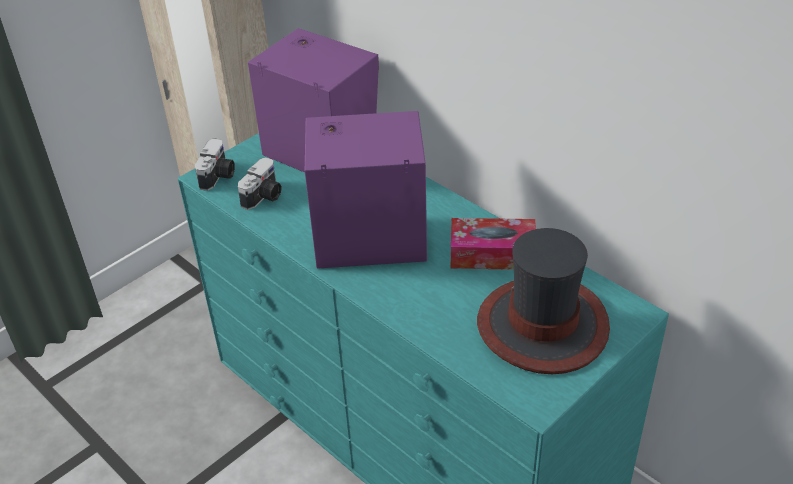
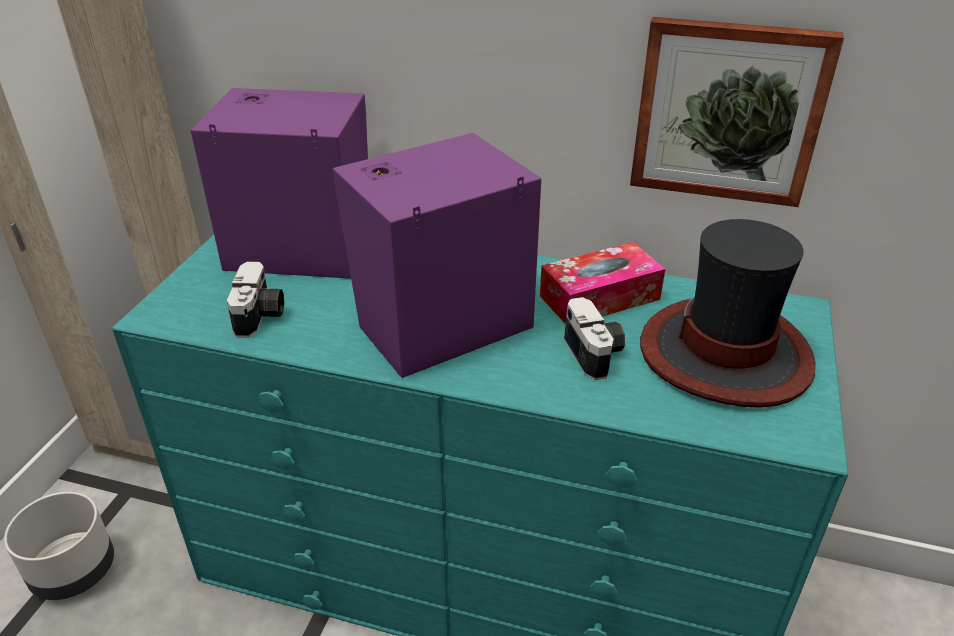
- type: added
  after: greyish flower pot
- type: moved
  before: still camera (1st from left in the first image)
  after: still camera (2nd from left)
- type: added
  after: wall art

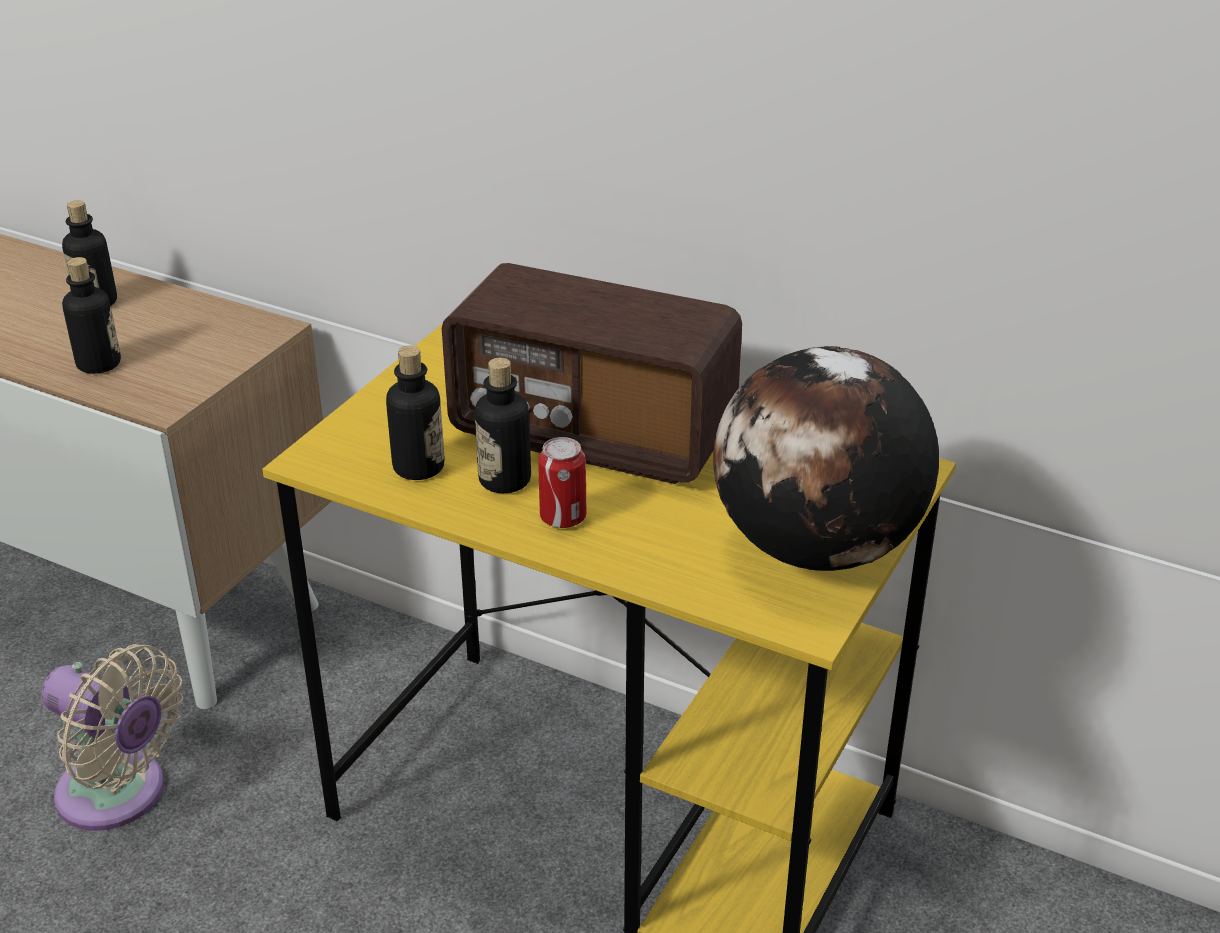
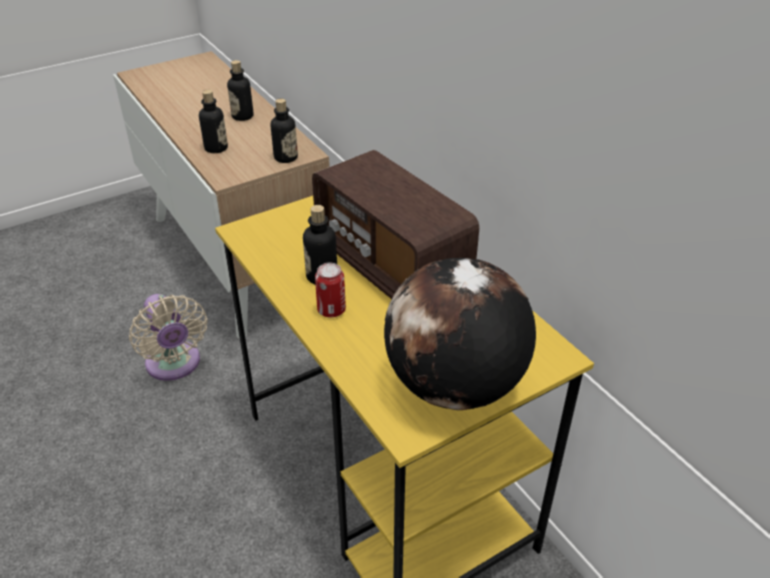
- type: moved
  before: beverage bottle (3rd from left)

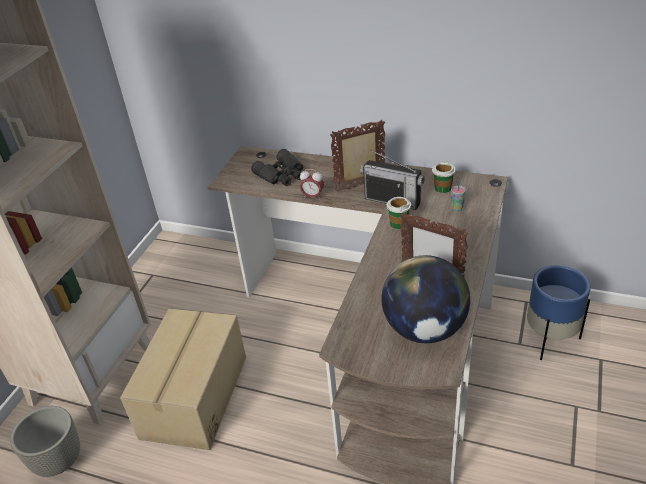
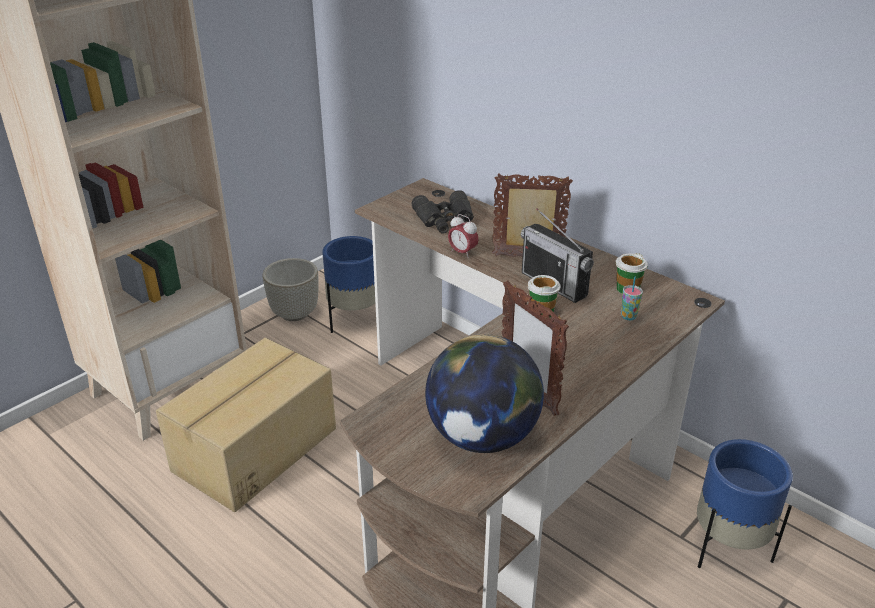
- type: moved
  before: greyish flower pot
- type: added
  after: bluish flower pot (1st from left)

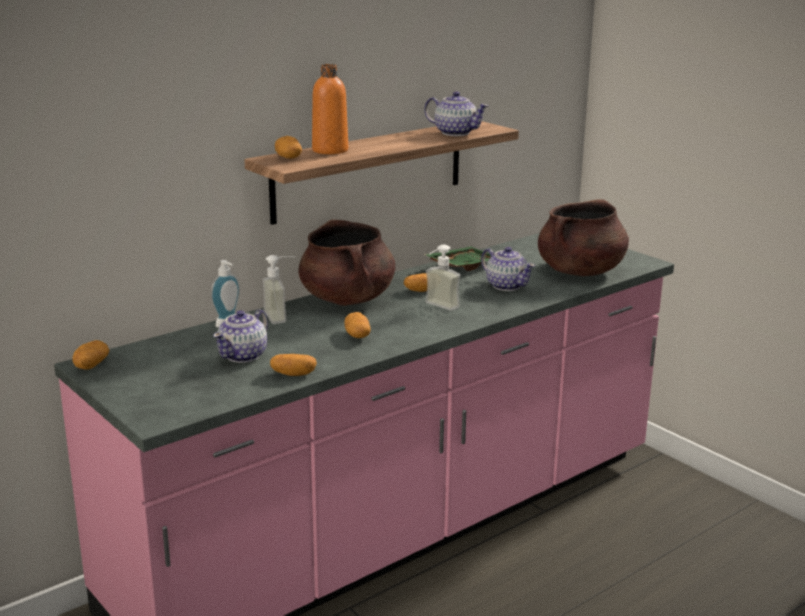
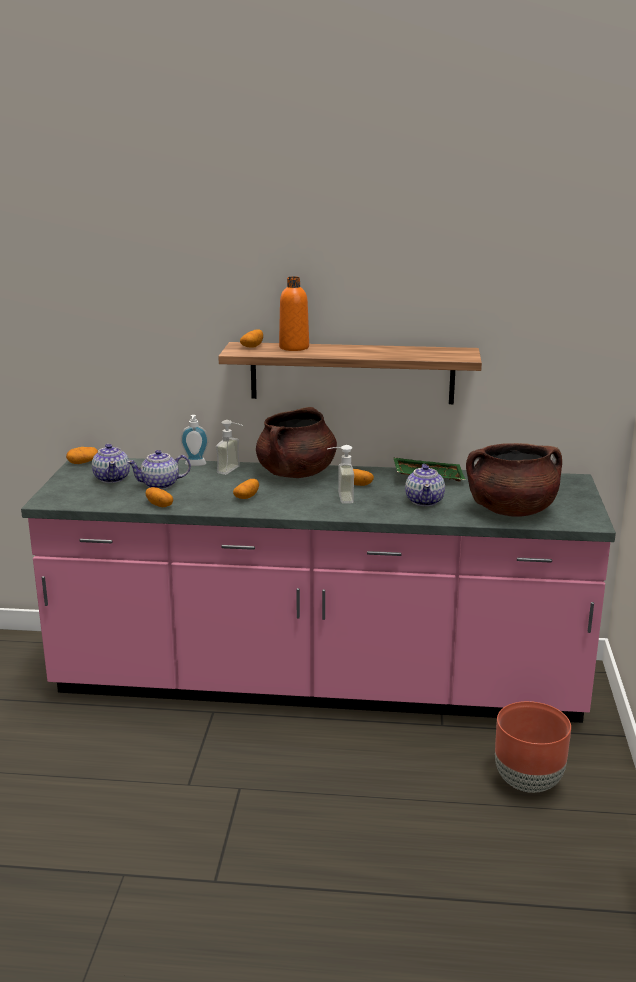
- type: moved
  before: pot for tea (2nd from left in the first image)
  after: pot for tea (1st from left)
- type: added
  after: brown-coloured flower pot

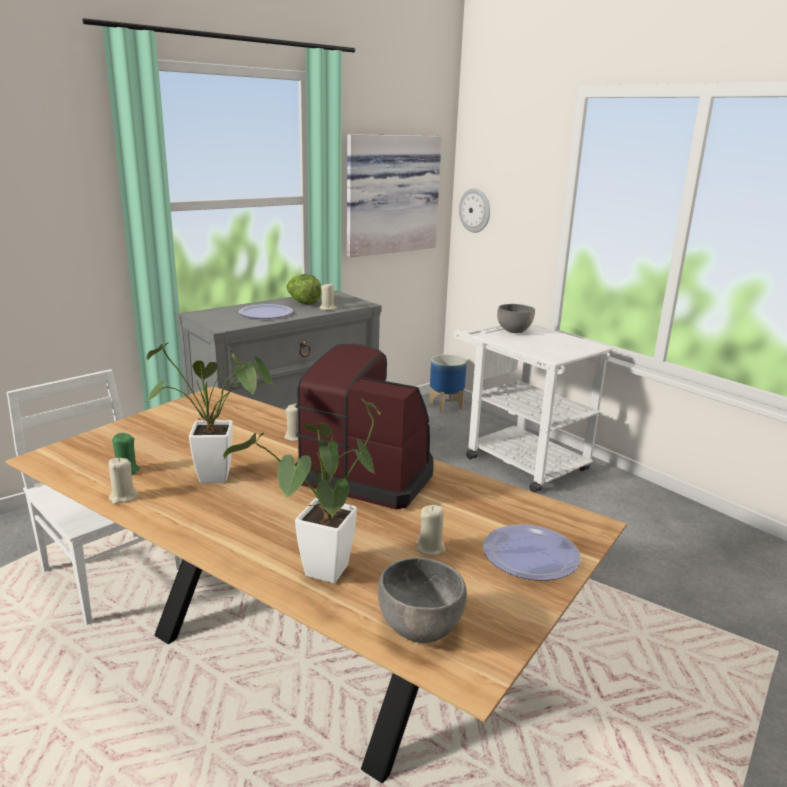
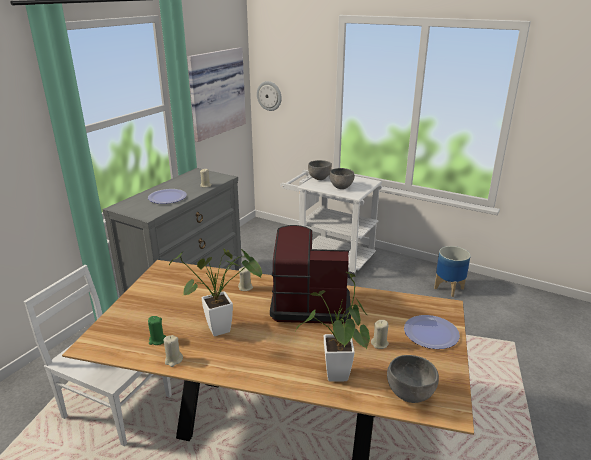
- type: added
  after: greyish serving bowl (2nd from left)
- type: moved
  before: flower pot
- type: removed
  before: head of lettuce

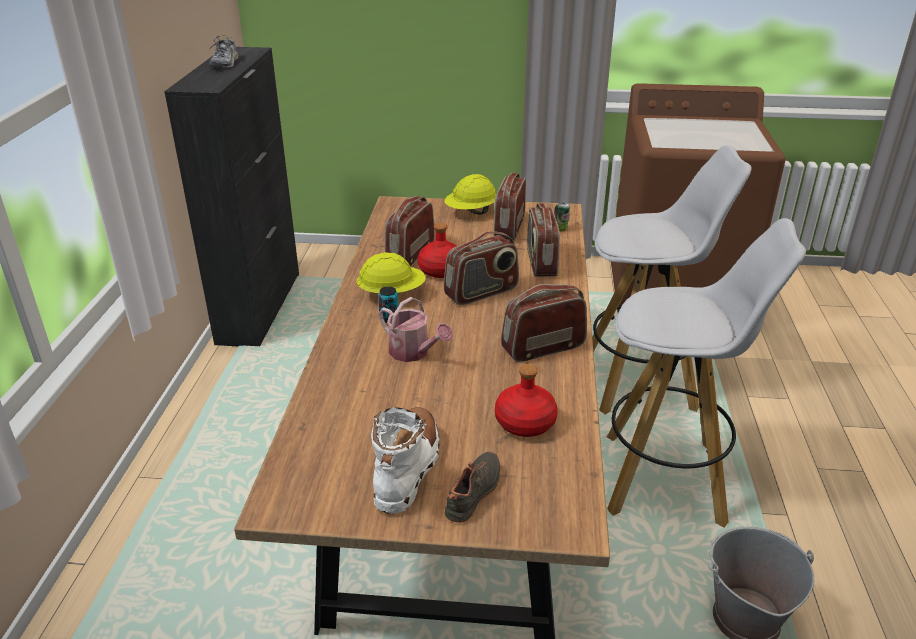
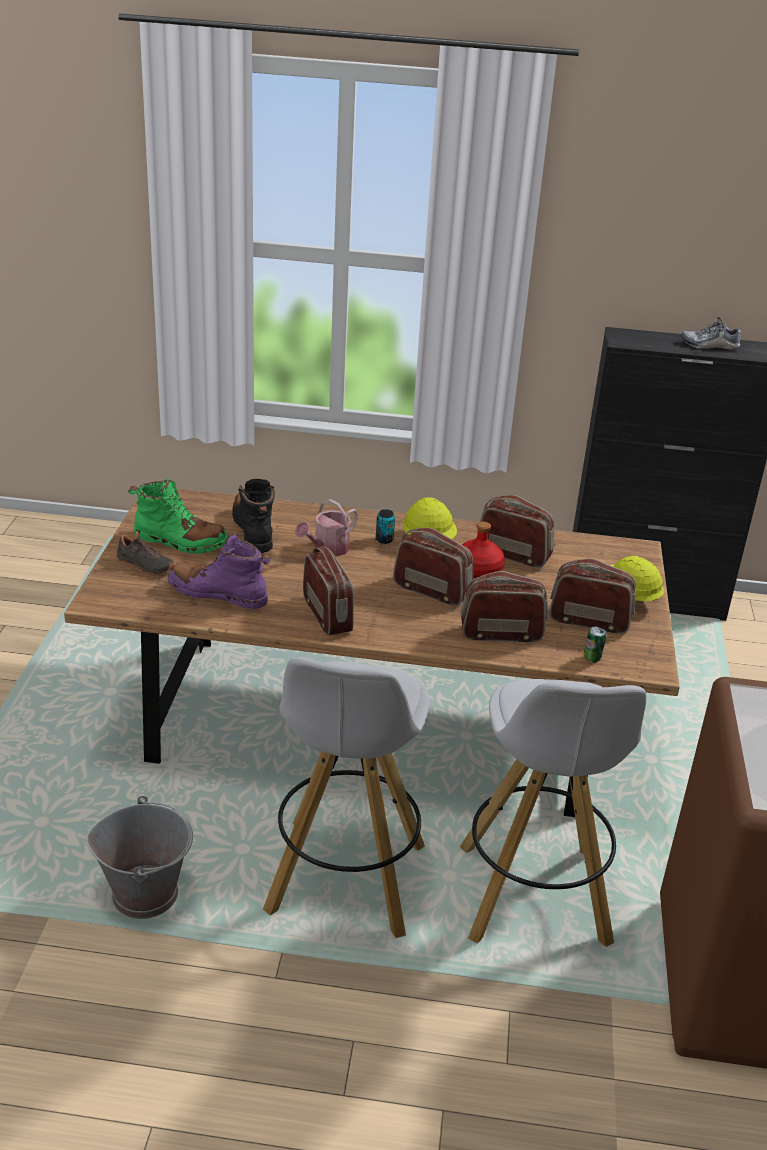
- type: recoloured
  before: whitish high-top boot
  after: green high-top boot
- type: replaced
  before: red-coloured beverage bottle (2nd from left)
  after: purple high-top boot
- type: added
  after: black-coloured high-top boot
- type: turned
  before: radio (2nd from left)
  turn: 150

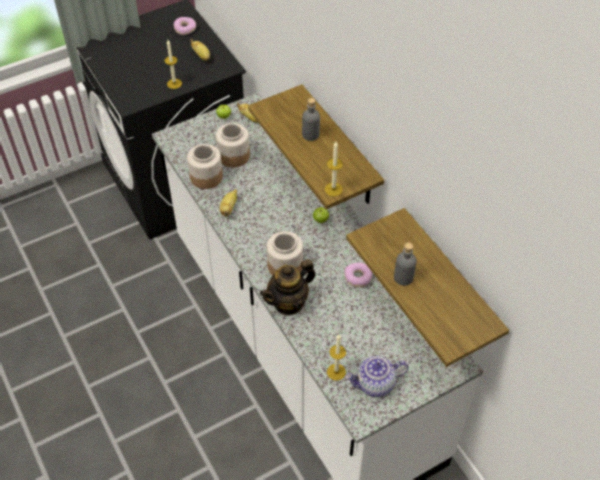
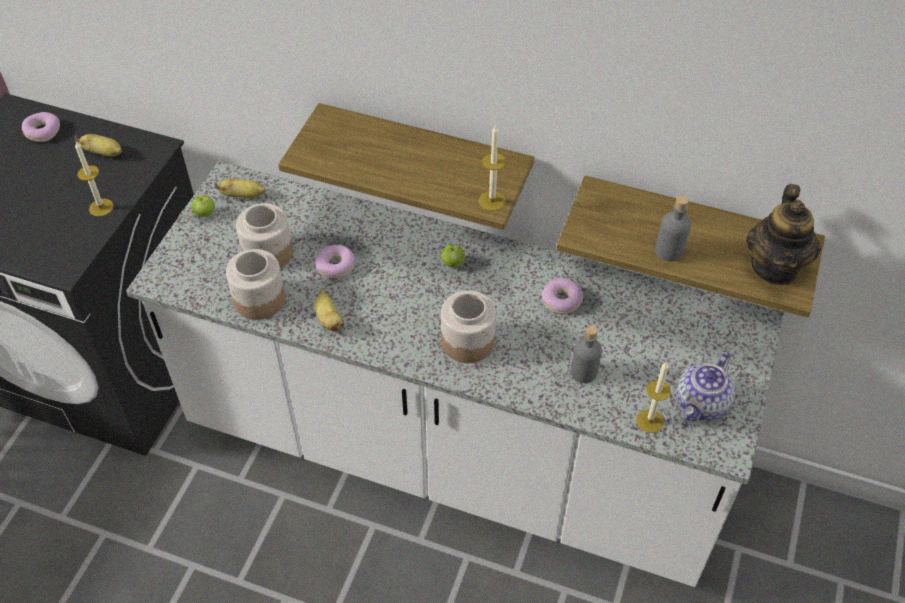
- type: added
  after: doughnut (2nd from left)
- type: moved
  before: greyish beverage bottle (1st from left)
- type: moved
  before: pot for tea (1st from left in the first image)
  after: pot for tea (2nd from left)

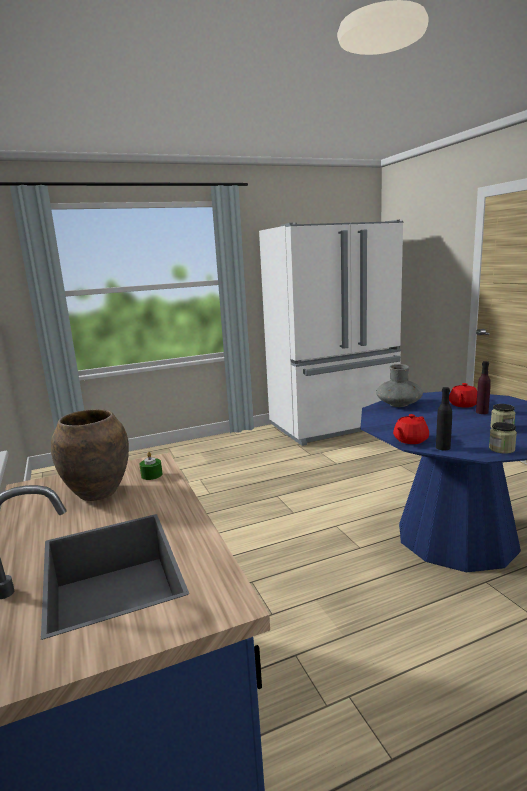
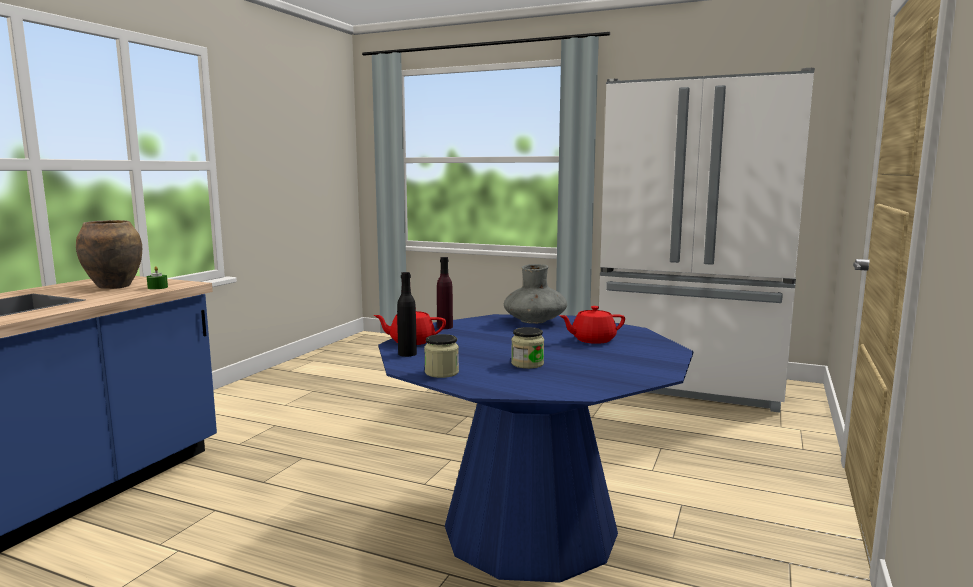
- type: moved
  before: purple beverage bottle

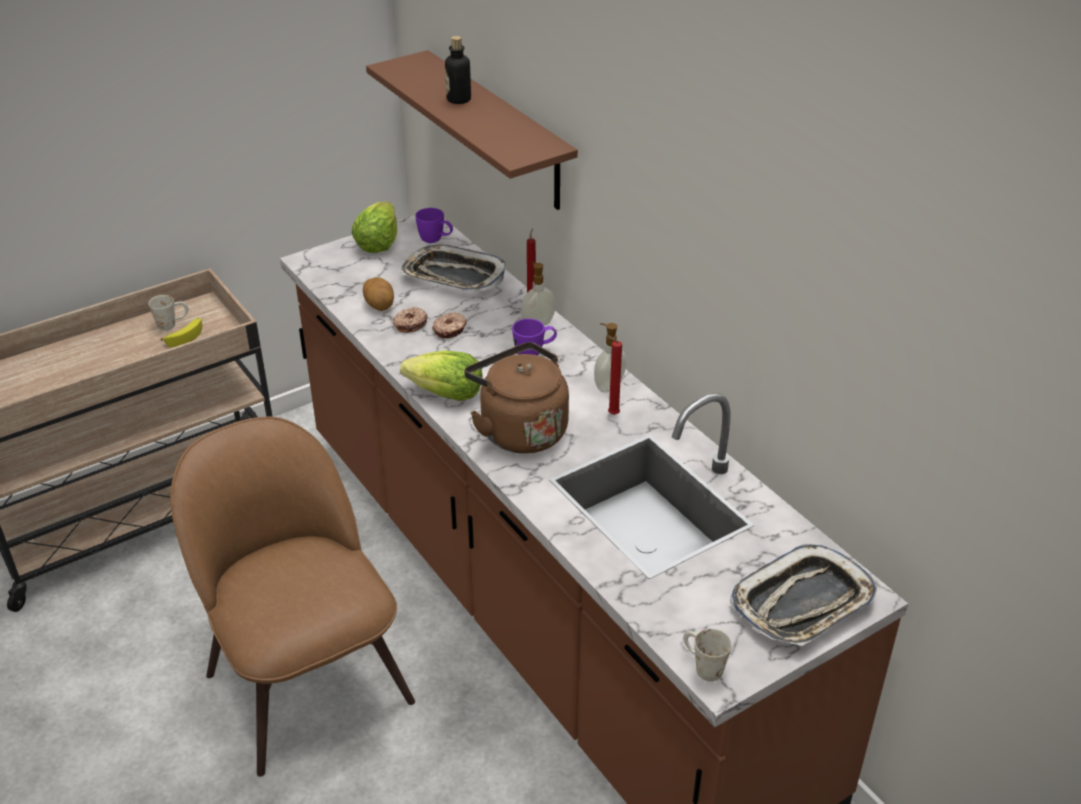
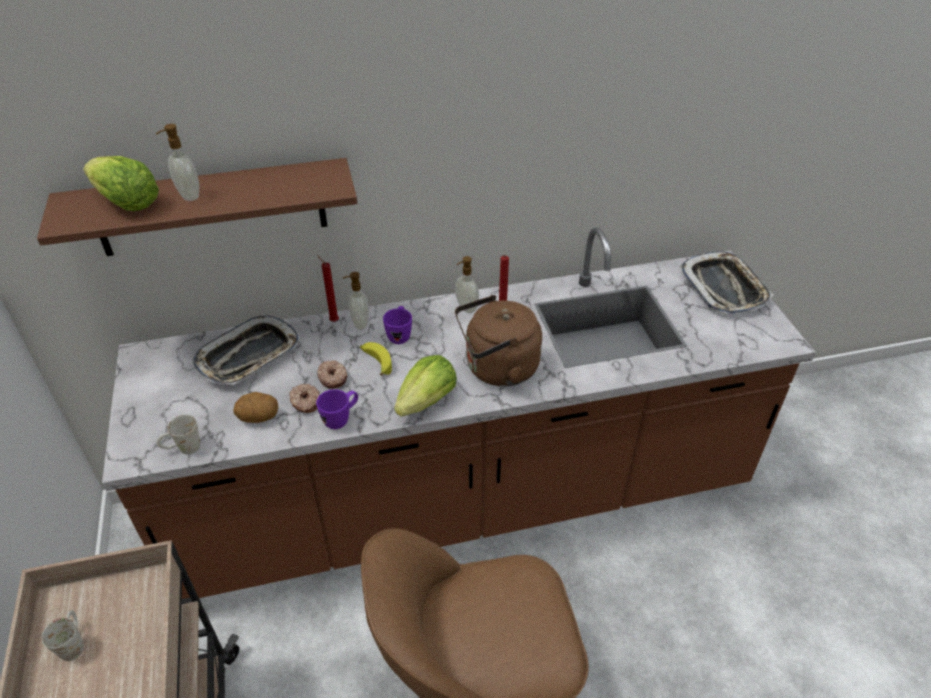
- type: moved
  before: head of lettuce (1st from left)
- type: replaced
  before: beverage bottle
  after: soap bottle (1st from left)
- type: moved
  before: whitish mug (2nd from left)
- type: moved
  before: purple mug (1st from left)
- type: moved
  before: banana fruit

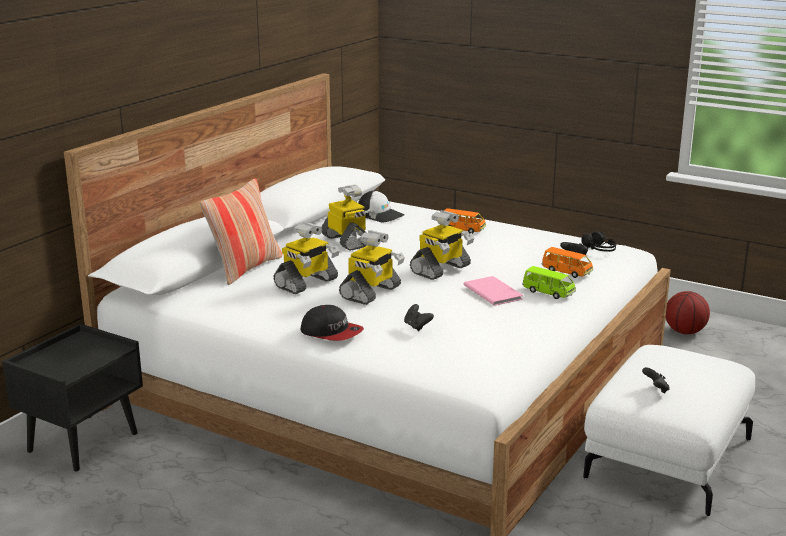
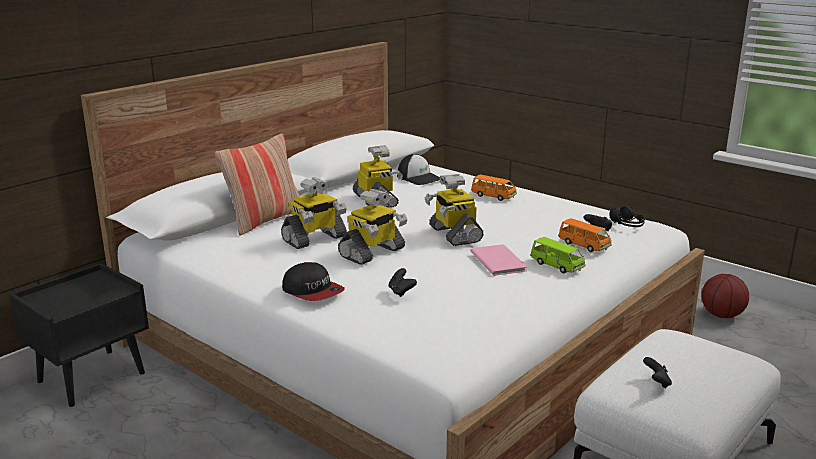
- type: turned
  before: model robot (4th from left)
  turn: 105

